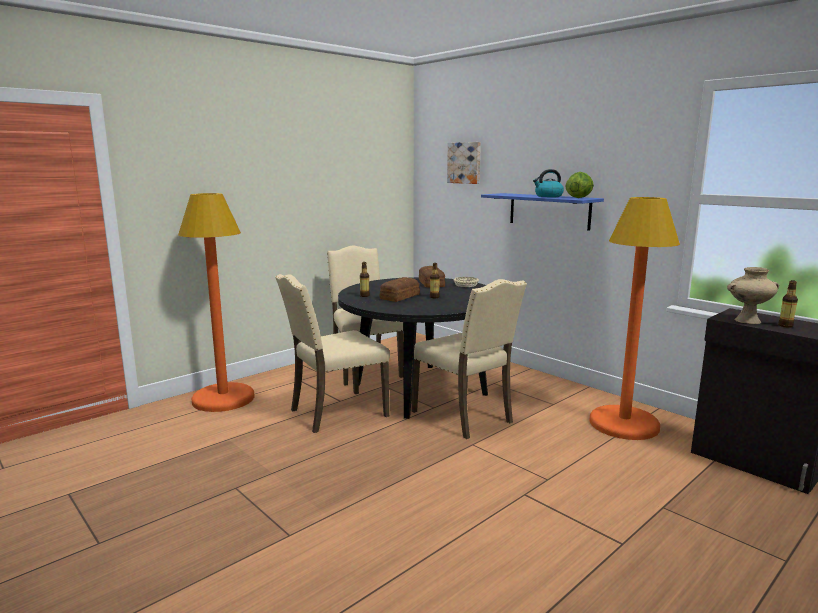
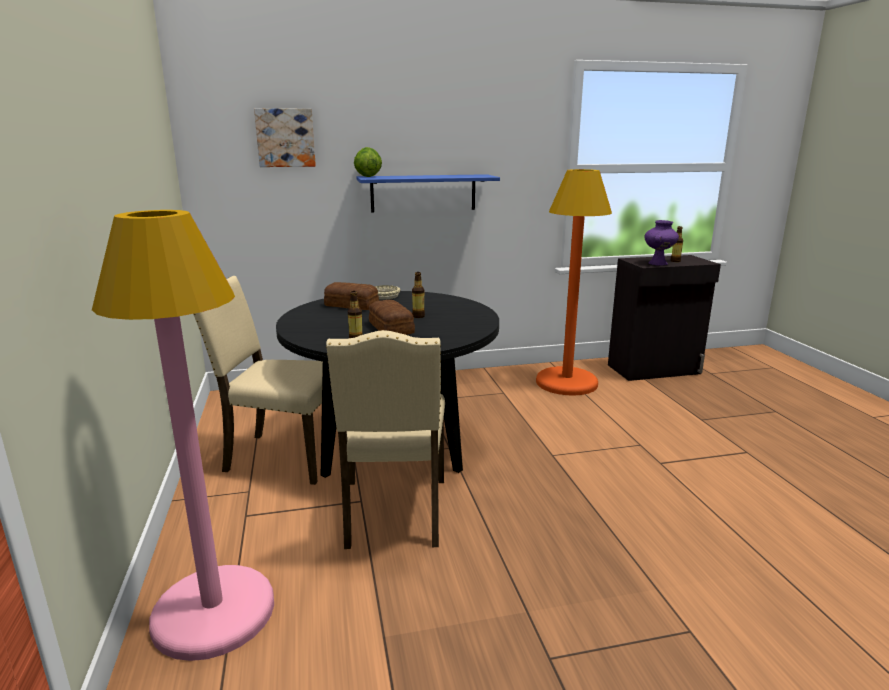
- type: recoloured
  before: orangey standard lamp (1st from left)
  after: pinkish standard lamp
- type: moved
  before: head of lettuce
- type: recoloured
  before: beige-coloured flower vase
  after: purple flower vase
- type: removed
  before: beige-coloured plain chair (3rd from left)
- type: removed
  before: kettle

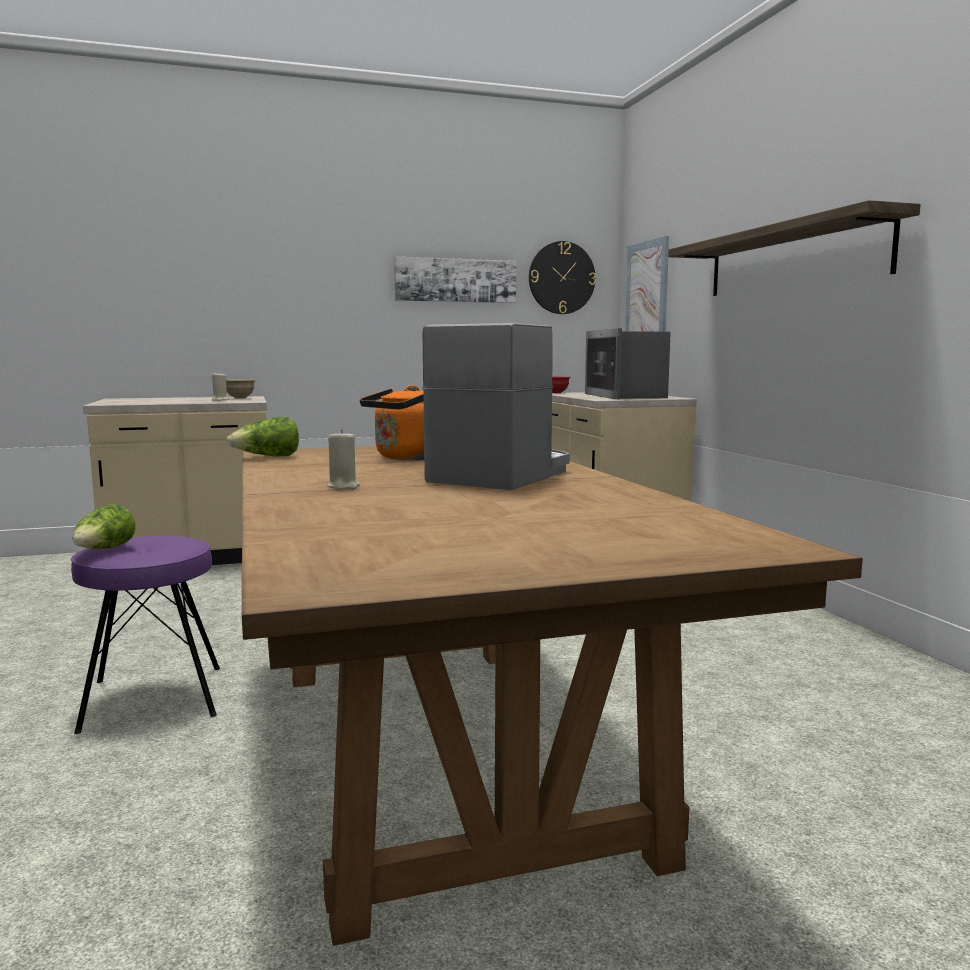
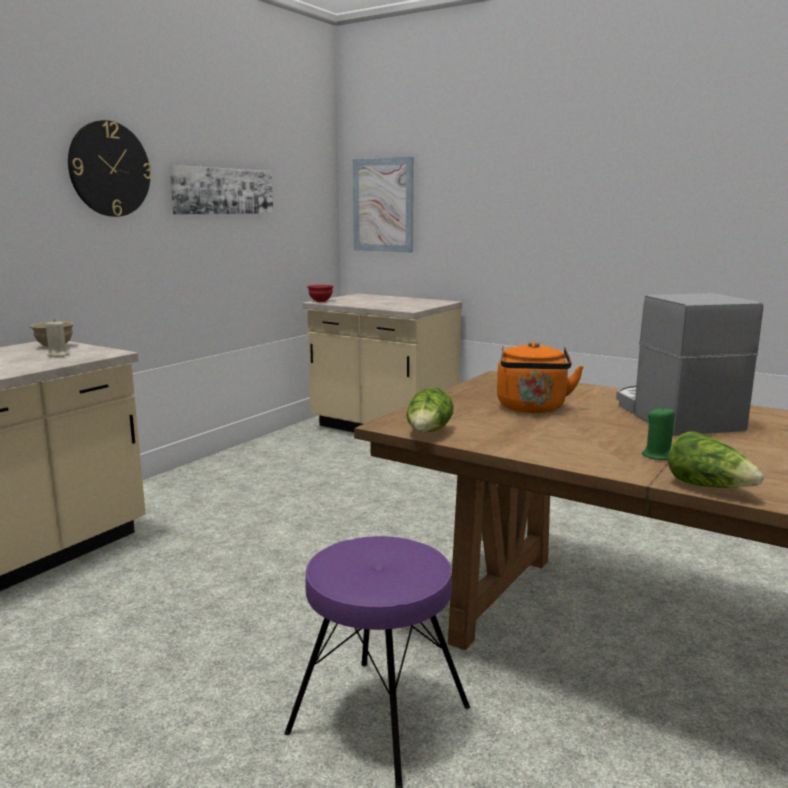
- type: moved
  before: clock on the wall
- type: recoloured
  before: beige-coloured wax candle (2nd from left)
  after: green wax candle
- type: moved
  before: head of lettuce (1st from left in the first image)
  after: head of lettuce (2nd from left)
- type: removed
  before: microwave
- type: removed
  before: bracket shelf

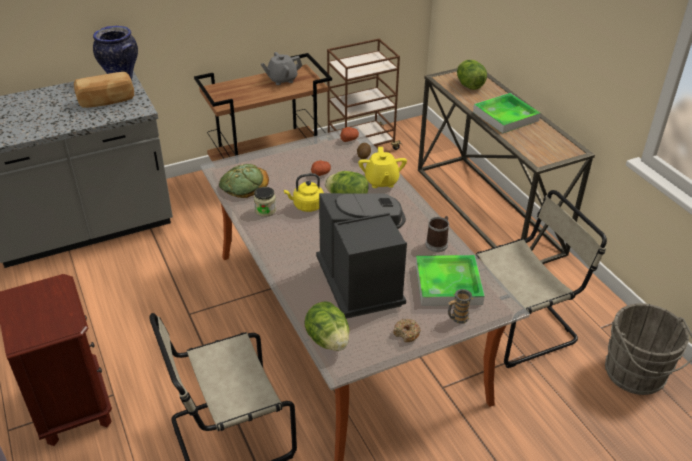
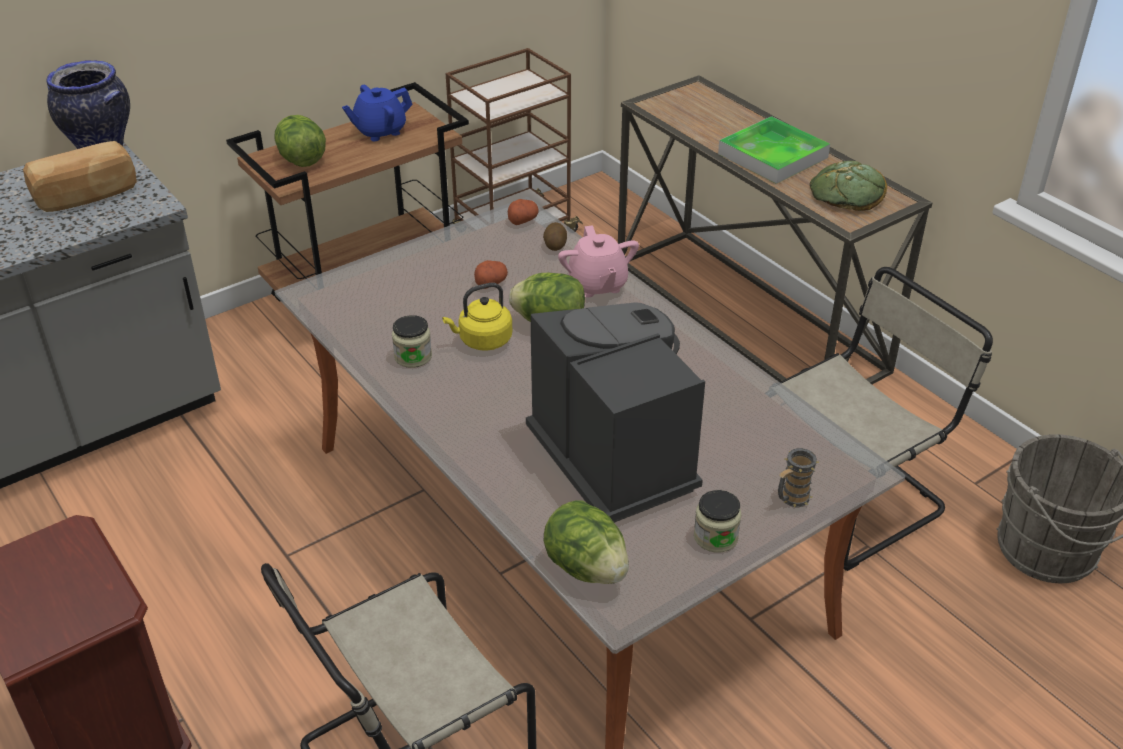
- type: moved
  before: head of lettuce (3rd from left in the first image)
  after: head of lettuce (1st from left)
- type: recoloured
  before: greyish pot for tea
  after: bluish pot for tea
- type: recoloured
  before: yellowish pot for tea
  after: pinkish pot for tea
- type: replaced
  before: doughnut
  after: preserve jar (2nd from left)
- type: moved
  before: bread (2nd from left)
- type: removed
  before: carrying tray (1st from left)
- type: removed
  before: mug (1st from left)

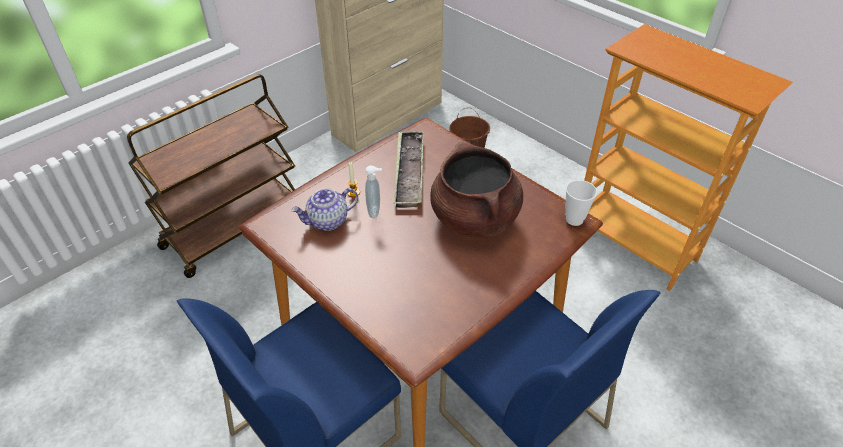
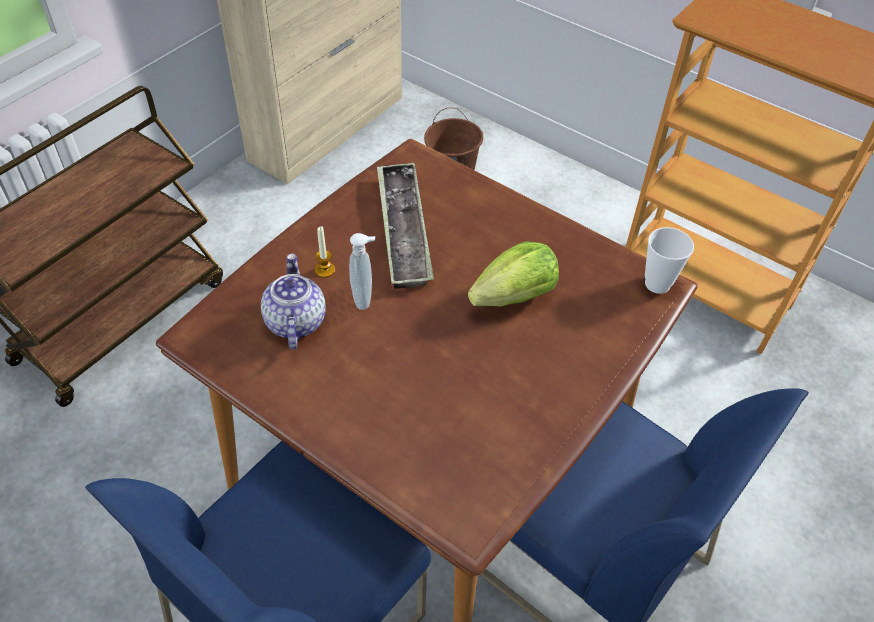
- type: turned
  before: pot for tea
  turn: 120
- type: replaced
  before: brown-coloured stockpot
  after: head of lettuce

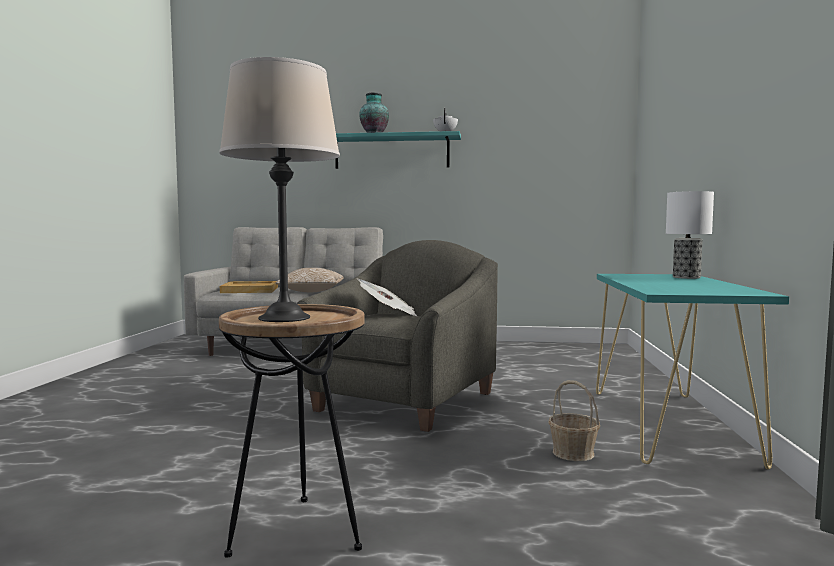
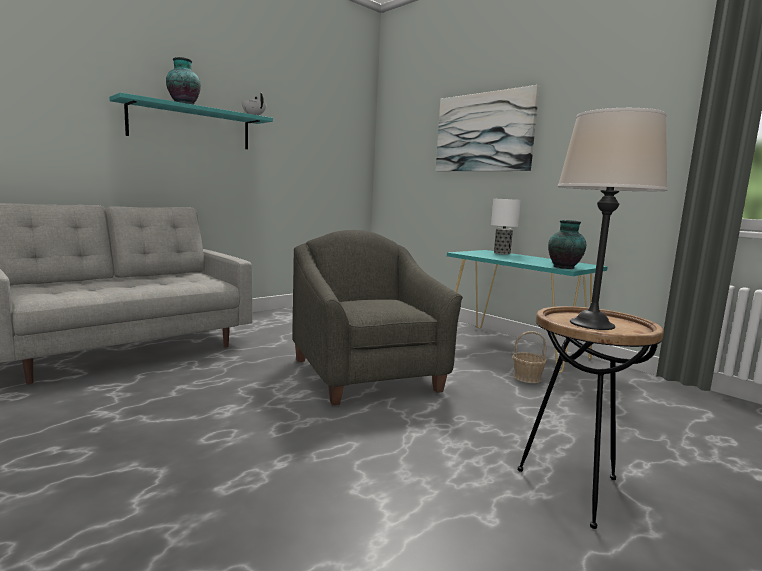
- type: added
  after: wall art
- type: added
  after: flower vase (2nd from left)
- type: removed
  before: beige-coloured carrying tray
- type: removed
  before: throw pillow
- type: removed
  before: newspaper

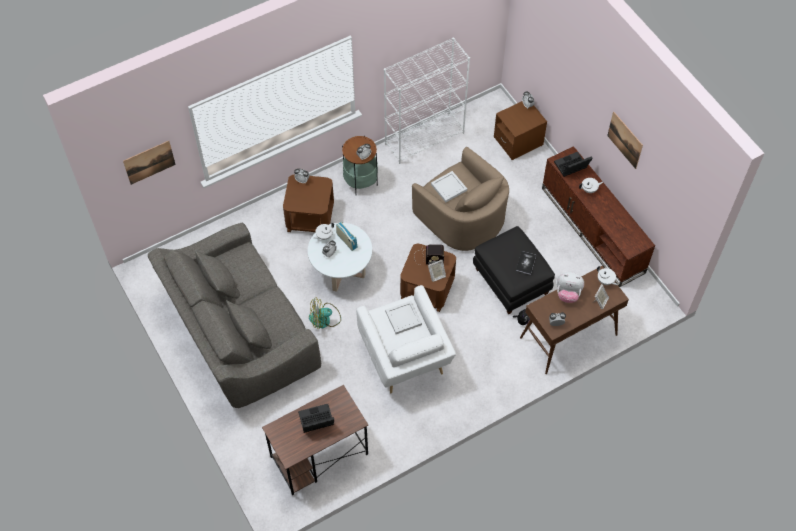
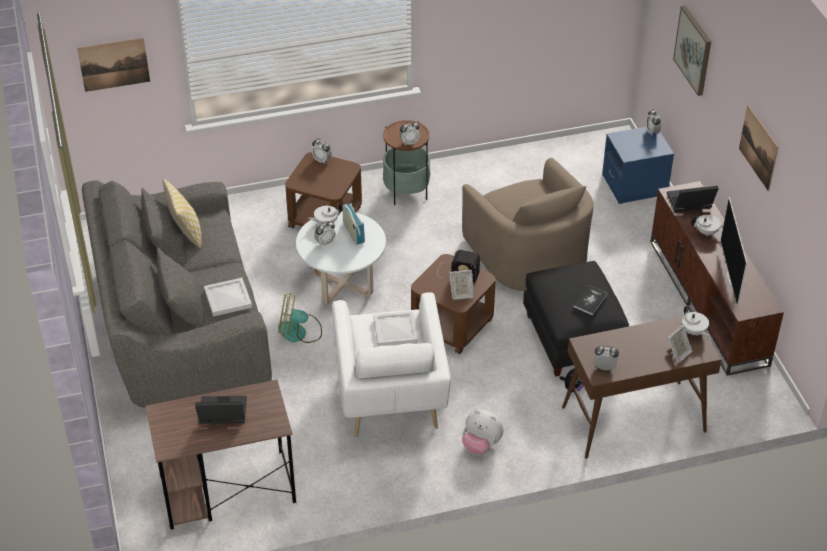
- type: added
  after: throw pillow
- type: moved
  before: whitish carrying tray (2nd from left in the first image)
  after: whitish carrying tray (1st from left)
- type: moved
  before: plush toy (2nd from left in the first image)
  after: plush toy (1st from left)
- type: recoloured
  before: brown-coloured nightstand
  after: bluish nightstand
- type: added
  after: wall art (2nd from left)
- type: added
  after: TV
- type: removed
  before: whitish bookshelf

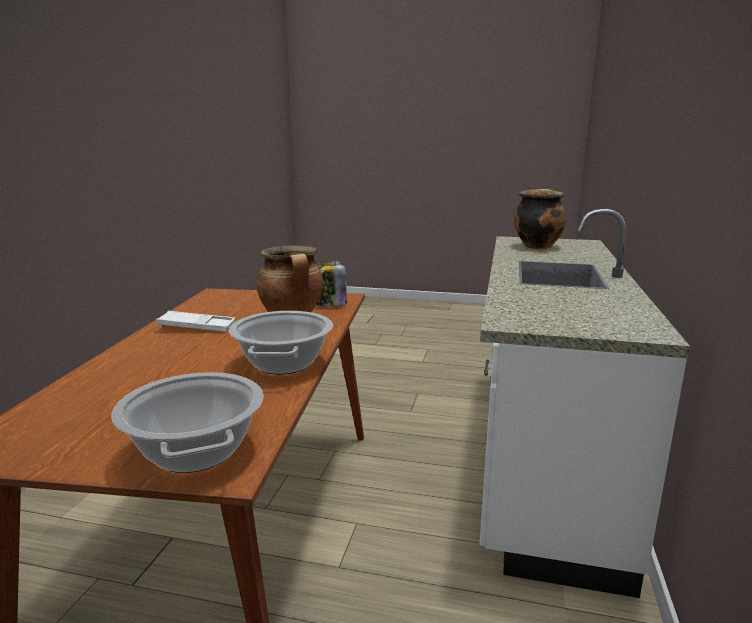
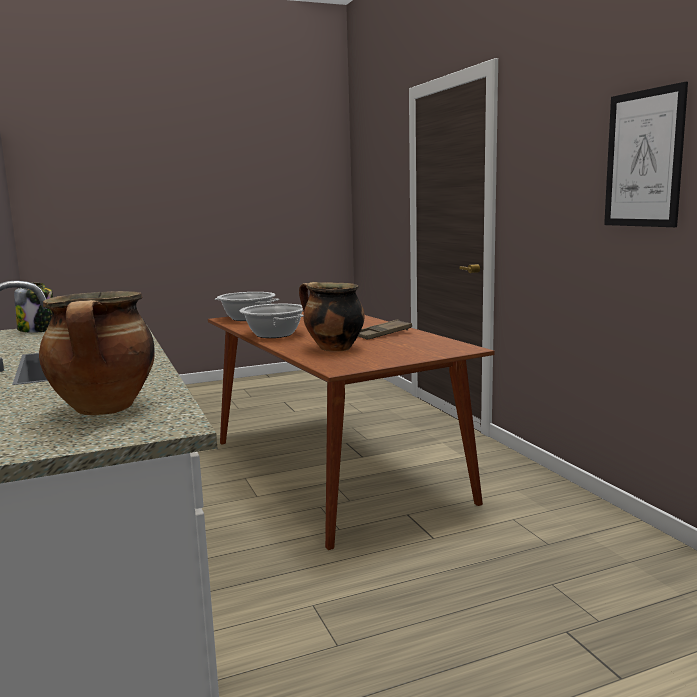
- type: moved
  before: preserve jar
- type: recoloured
  before: whitish carrying tray
  after: brown-coloured carrying tray
- type: added
  after: wall art

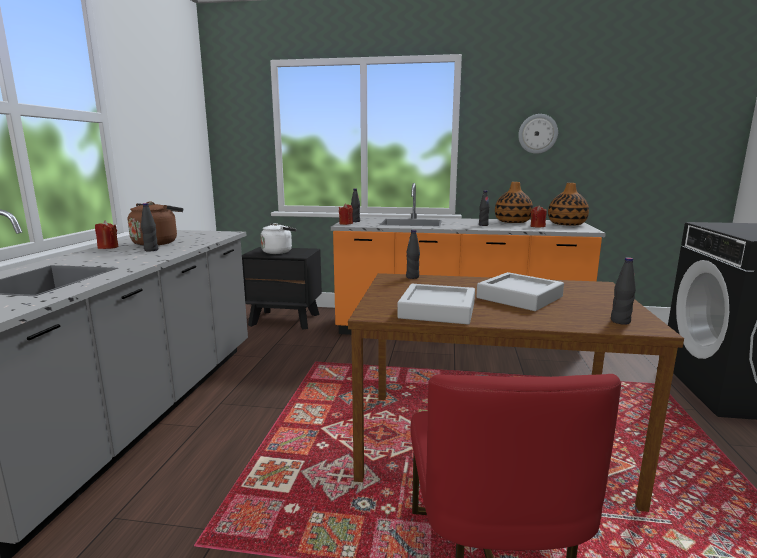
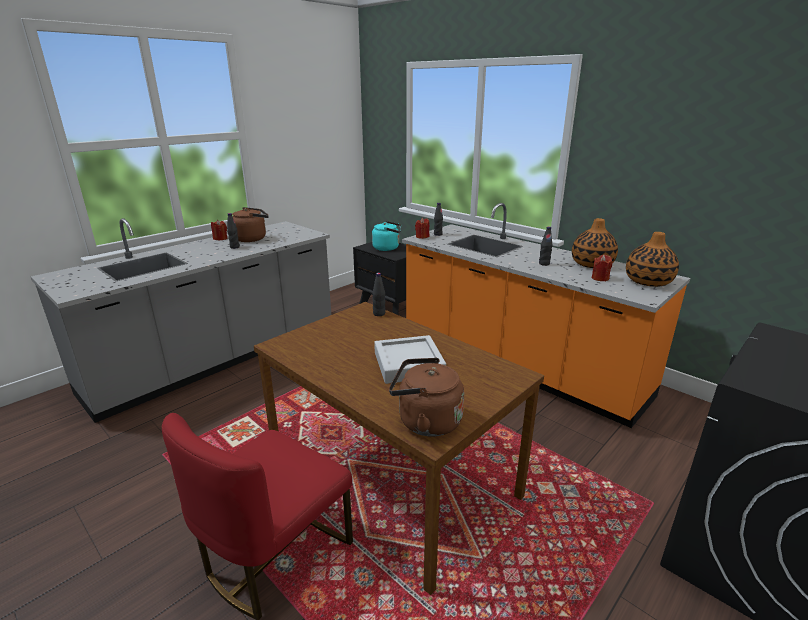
- type: recoloured
  before: whitish kettle
  after: turquoise kettle
- type: replaced
  before: black-coloured beverage bottle (5th from left)
  after: brown-coloured kettle (2nd from left)
- type: removed
  before: greyish carrying tray (1st from left)
- type: removed
  before: clock on the wall

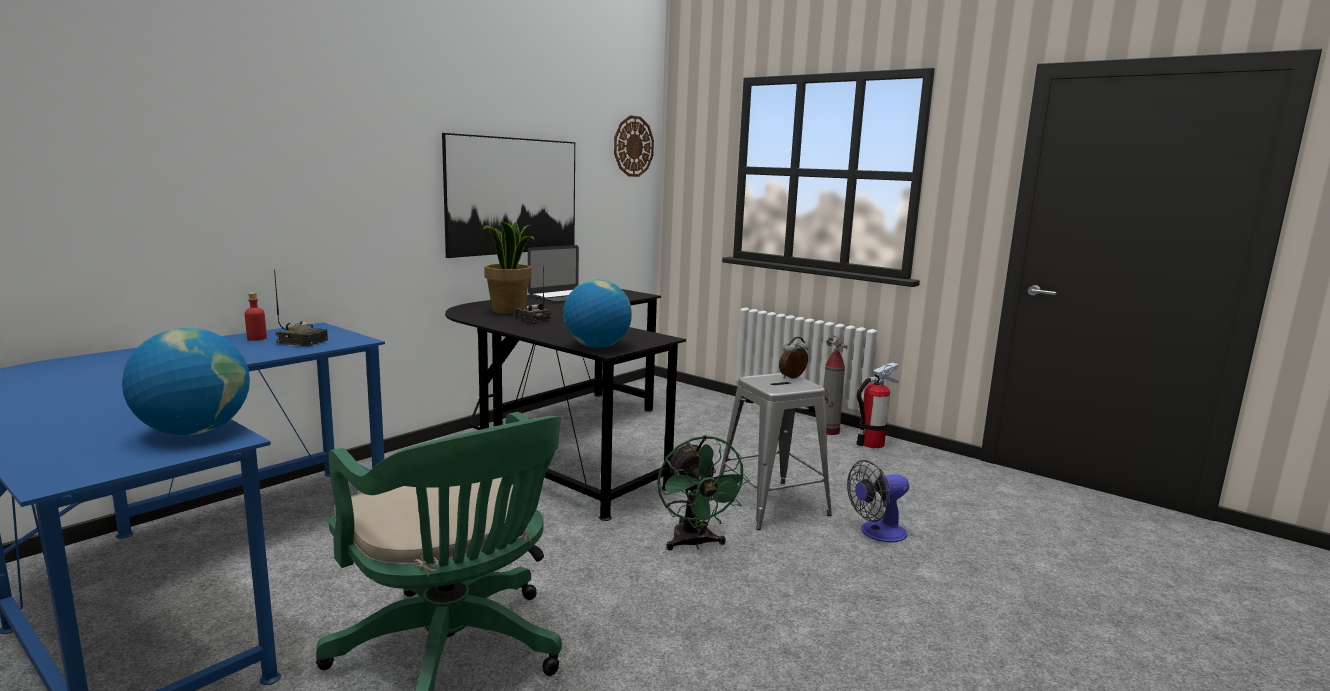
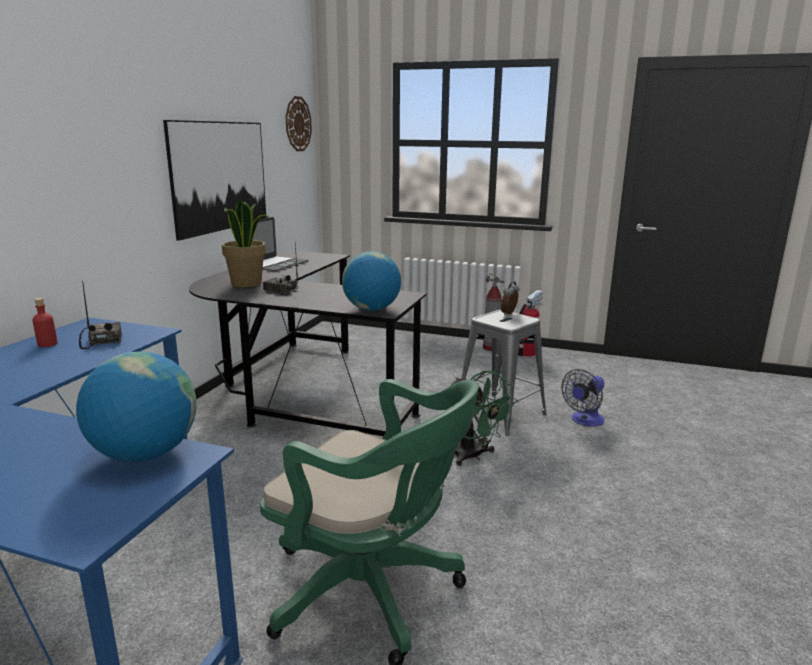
- type: turned
  before: radio (1st from left)
  turn: -105

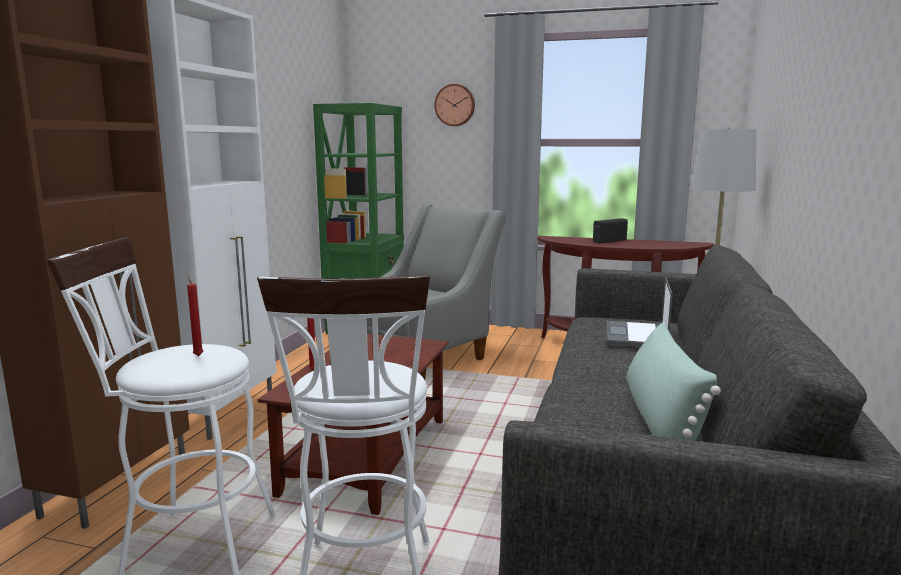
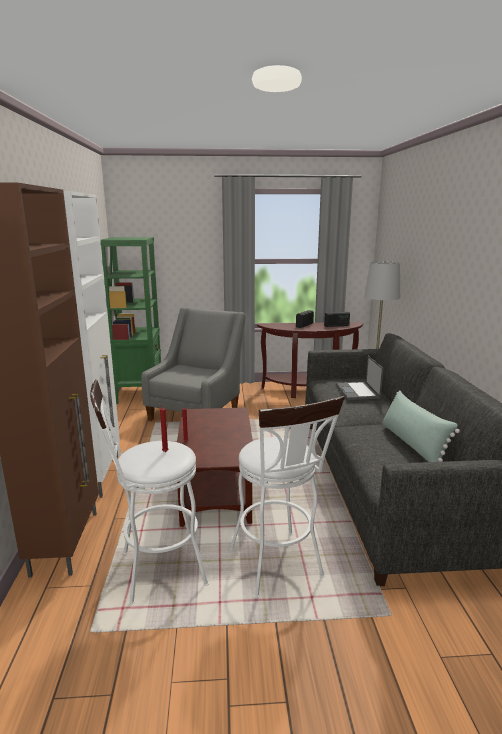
- type: added
  after: radio (2nd from left)
- type: removed
  before: clock on the wall

